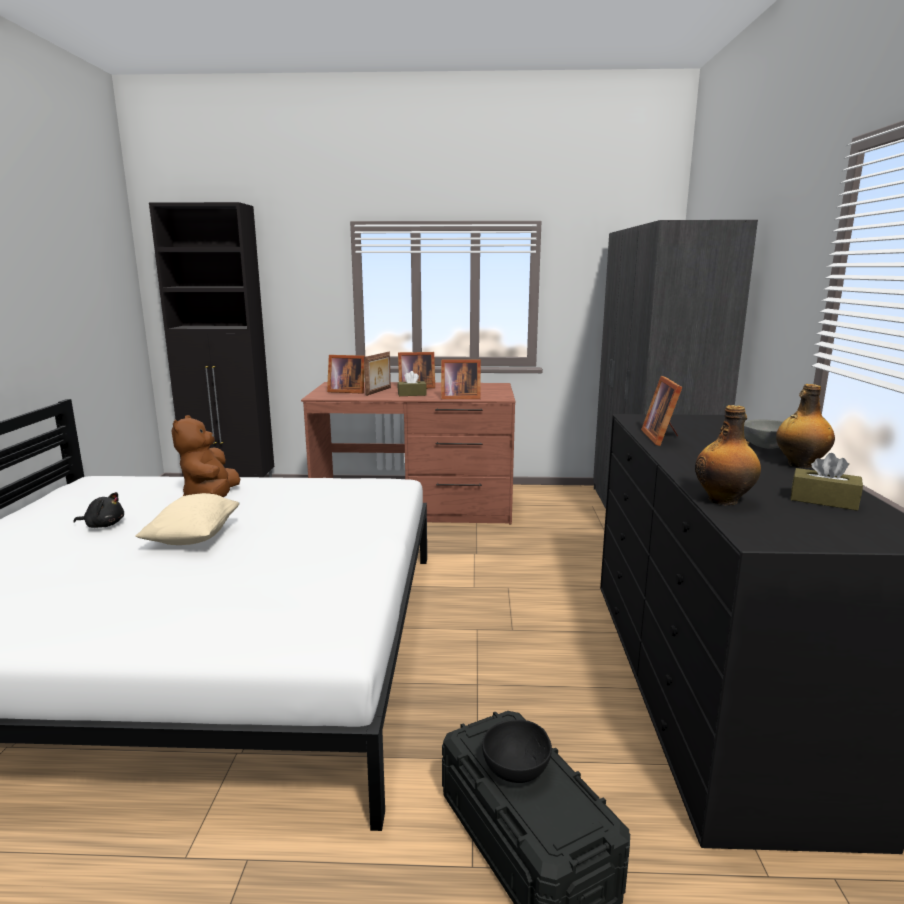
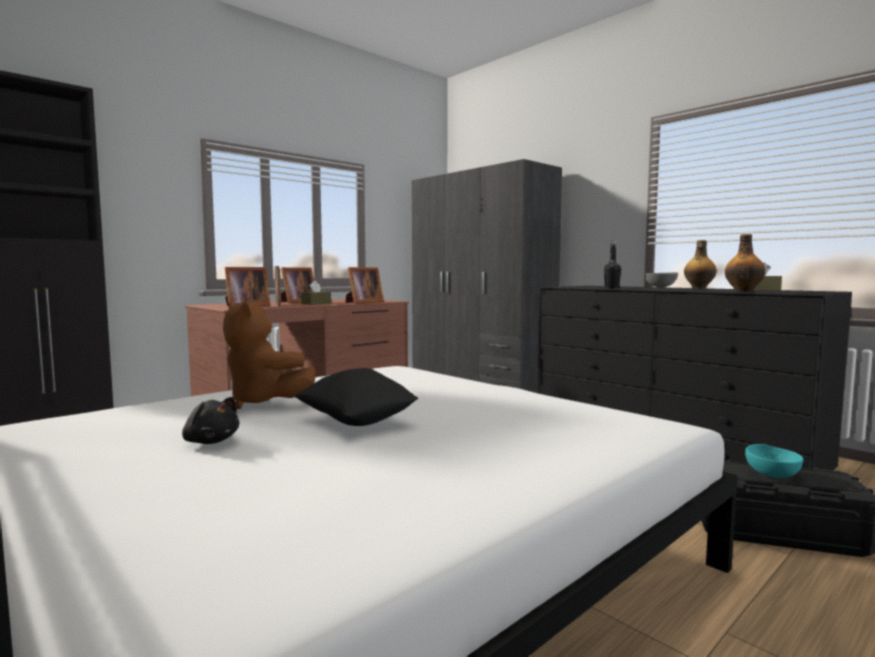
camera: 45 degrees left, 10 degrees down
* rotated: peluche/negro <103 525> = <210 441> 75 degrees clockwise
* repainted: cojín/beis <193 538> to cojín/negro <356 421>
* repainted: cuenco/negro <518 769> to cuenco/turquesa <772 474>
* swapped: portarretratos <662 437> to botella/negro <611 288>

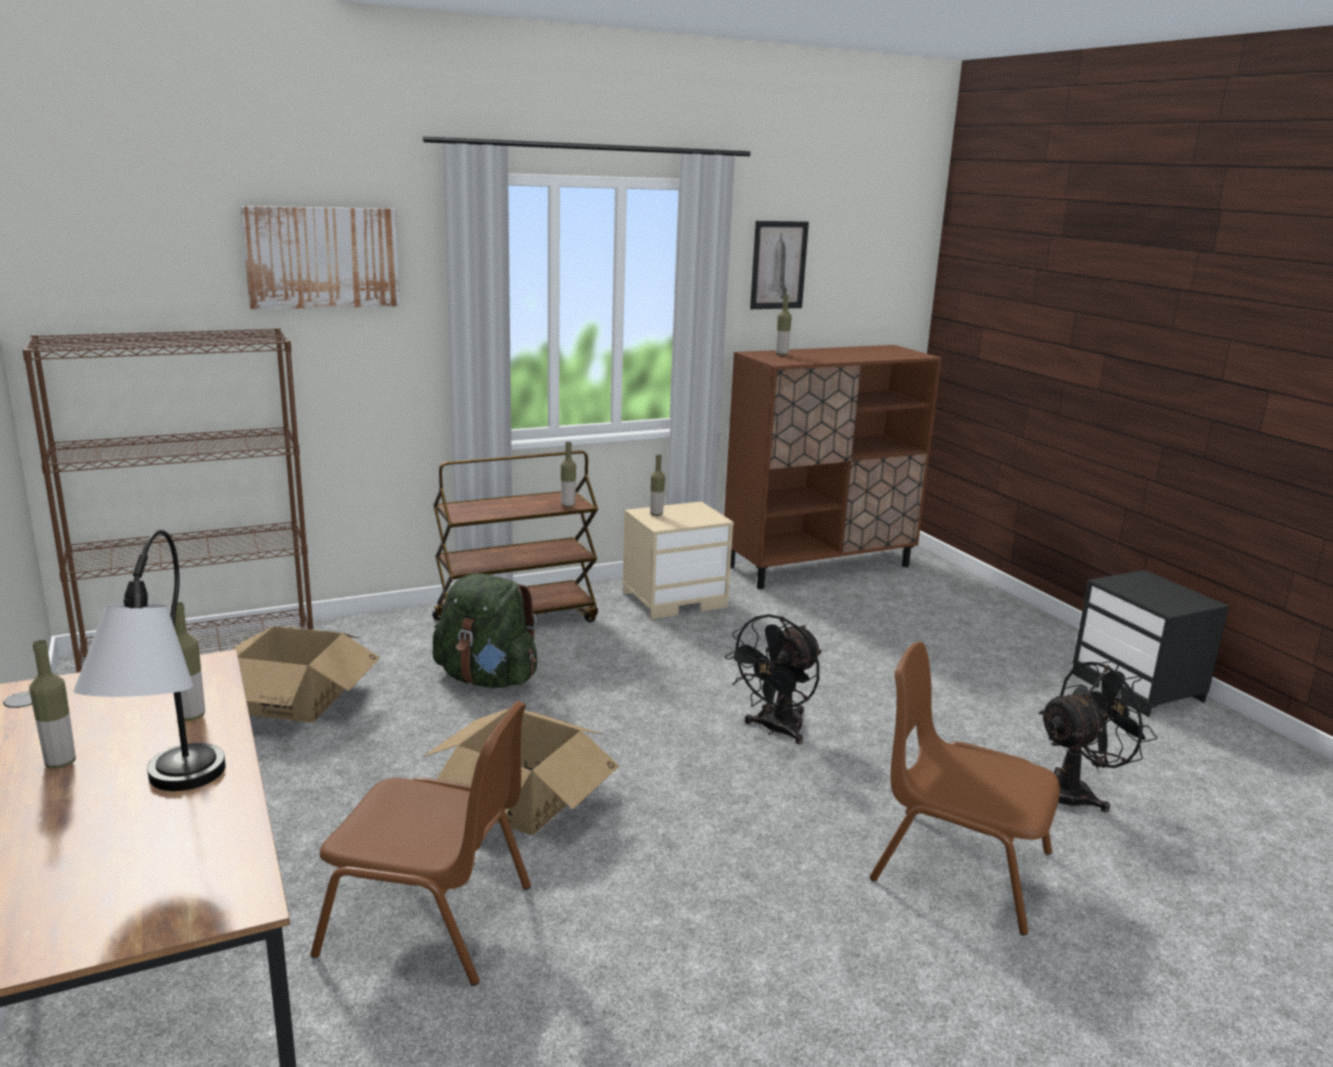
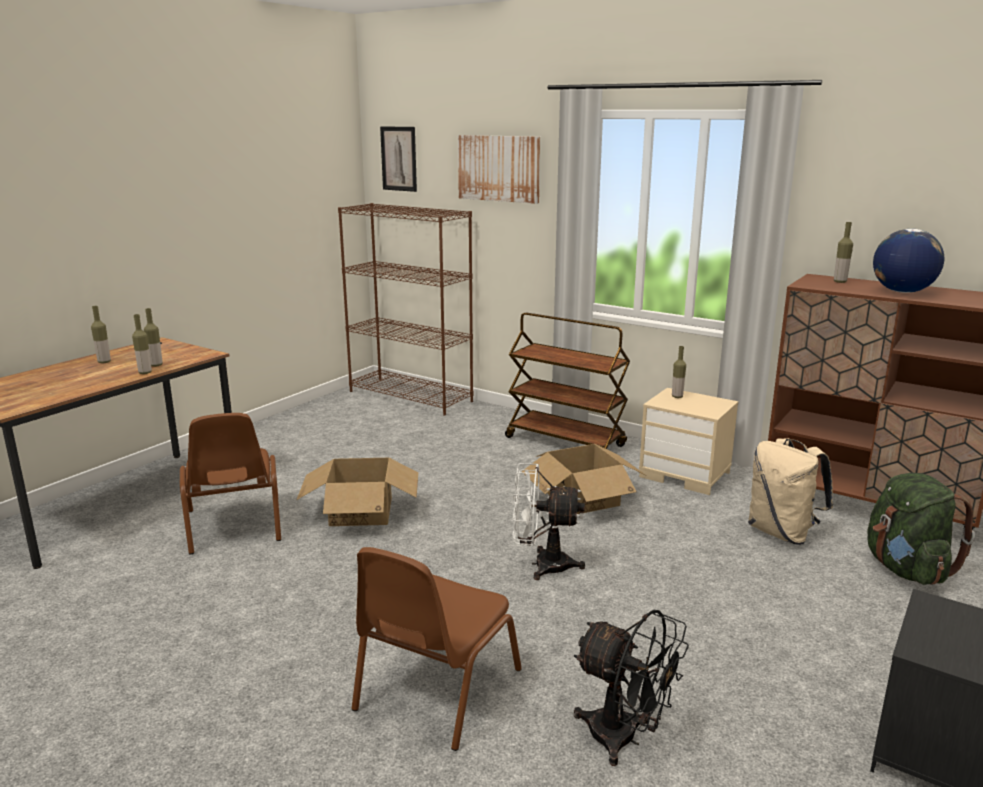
camera: 60 degrees right, 0 degrees up
* gone: lámpara de mesa <166 799>
* shifted: caja de cartón <296 700> to <582 498>
* shifted: mochila/verde <487 679> to <906 569>
* shifted: botella <568 506> to <145 372>
* repainted: ventilador/negro <775 730> to ventilador/blanco <542 565>
* shifted: cuadro <778 265> to <399 158>
* rotated: silla/marrón <958 866> = <435 690> 150 degrees counterclockwise
* new: mochila/beis <782 533>
* new: globo terráqueo <902 292>

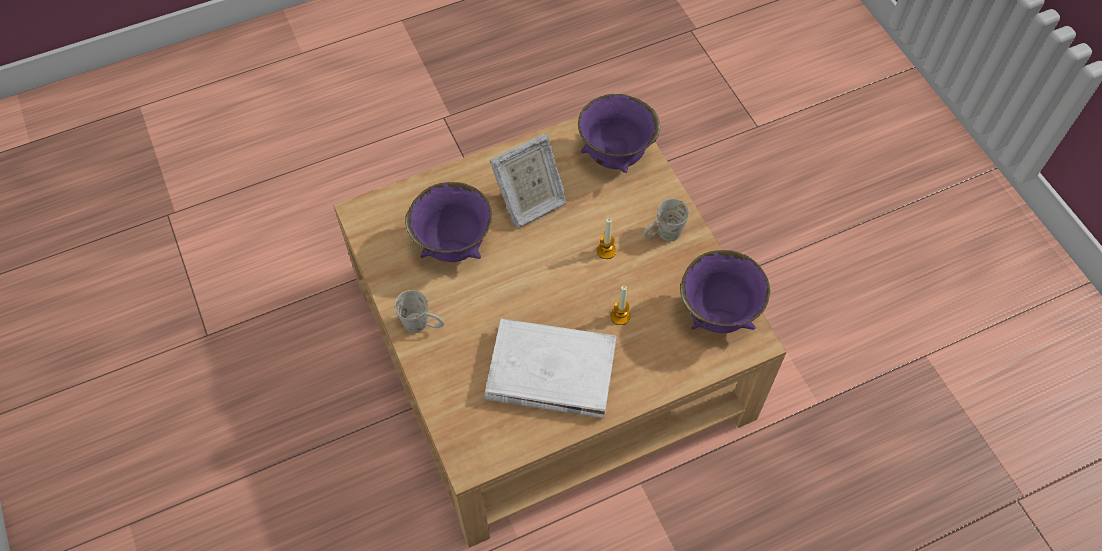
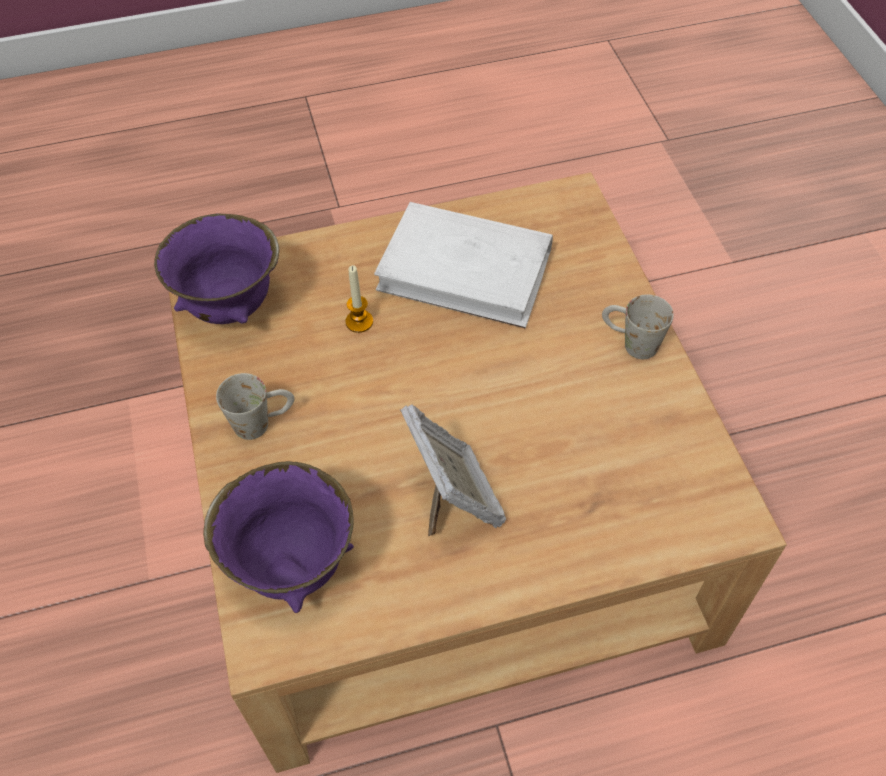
camera: 170 degrees left, 5 degrees down
* gone: cuenco/morado <453 246>
* rotated: portarretratos <530 203> = <455 501> 90 degrees clockwise
* gone: vela <606 251>

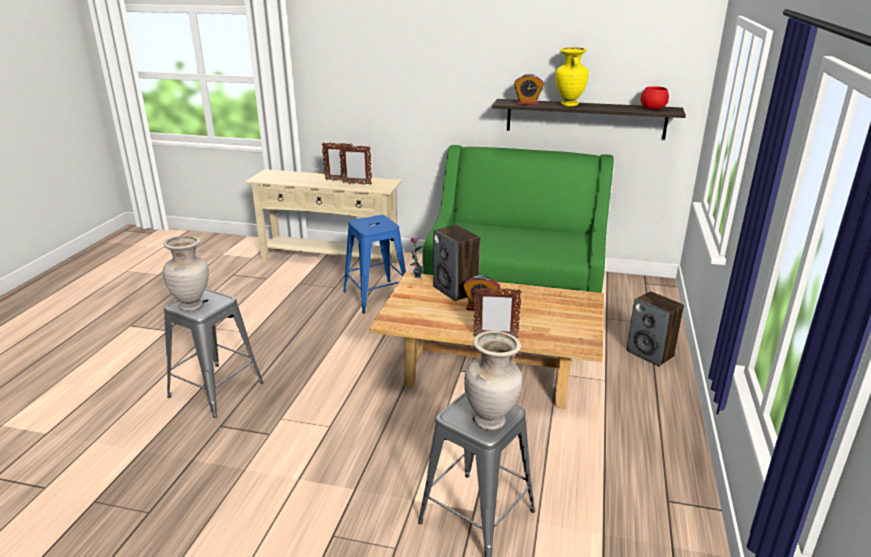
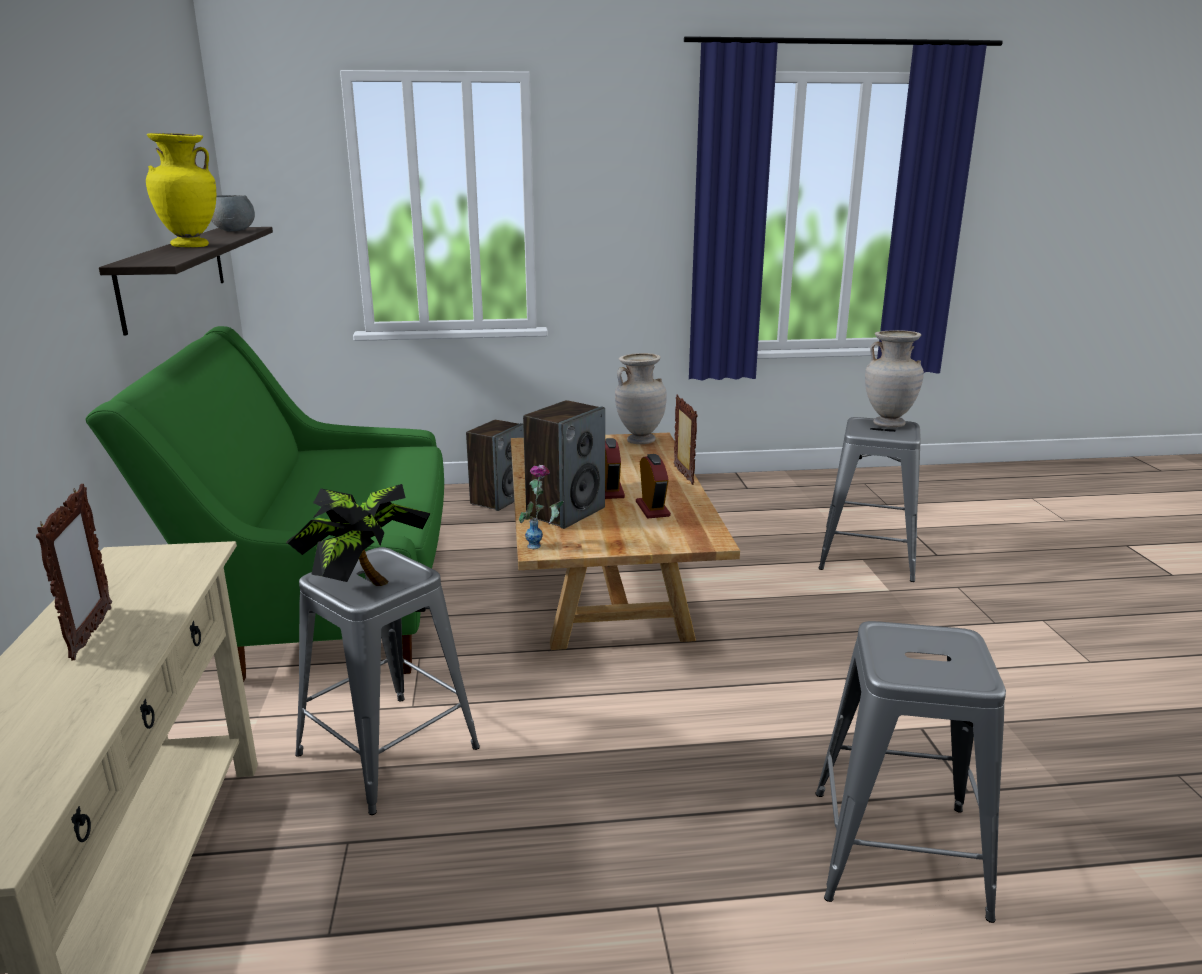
camera: 110 degrees left, 5 degrees down
* shifted: florero/beis <192 306> to <640 441>
* gone: portarretratos <356 184>
* repainted: taburete/azul <376 296> to taburete/gris <387 751>
* shifted: despertador <527 104> to <652 509>
* repainted: cuenco/rojo <653 109> to cuenco/gris <234 230>
* new: planta en maceta <364 586>

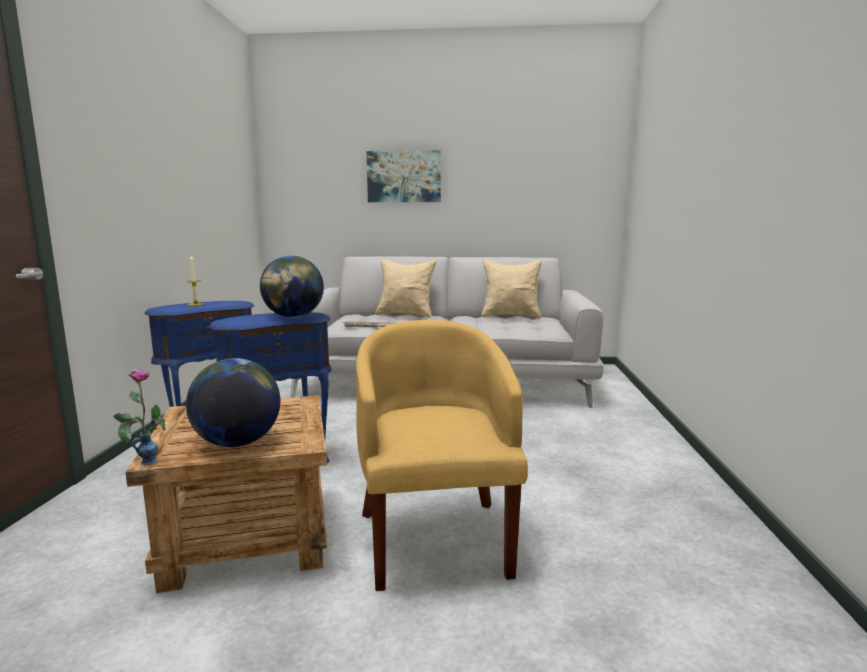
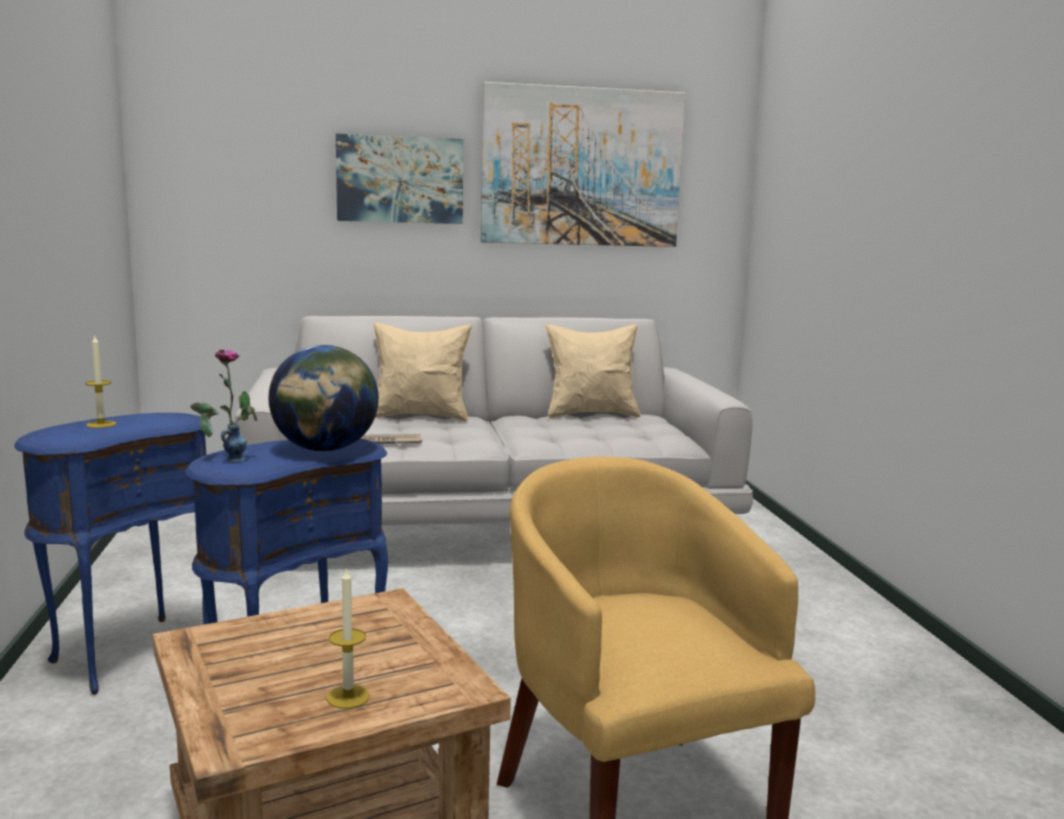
camera: 15 degrees left, 0 degrees up
* shifted: florero <144 459> to <225 458>
* swapped: globo terráqueo <237 443> to vela <348 697>
* new: cuadro <581 167>

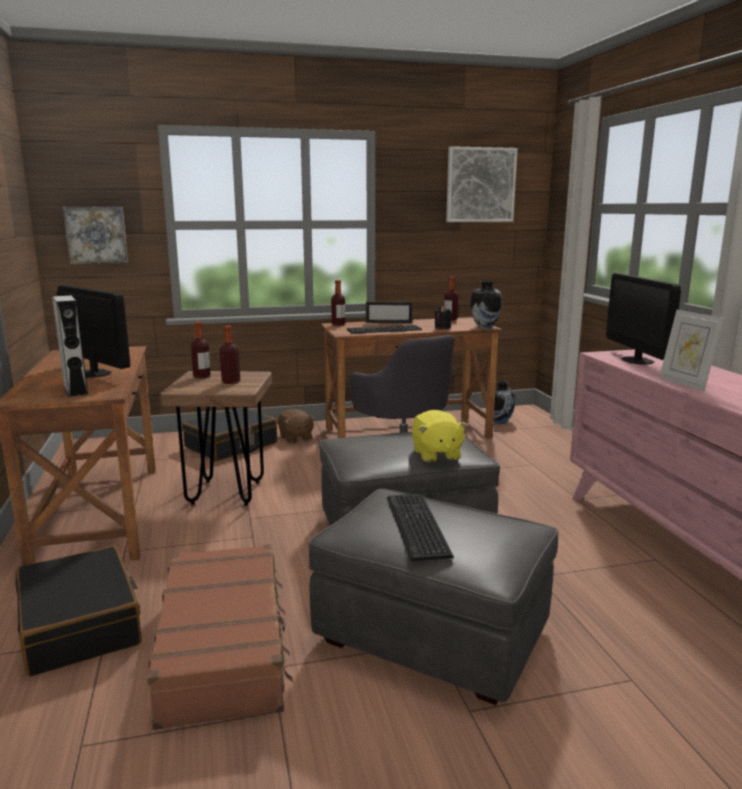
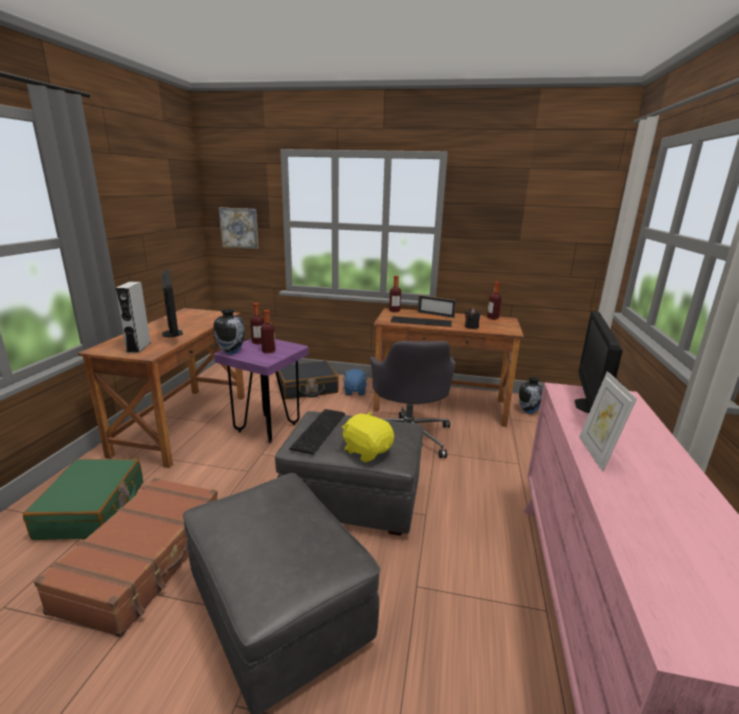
camera: 25 degrees right, 5 degrees up
* repainted: maleta/negro <81 625> to maleta/verde <93 509>
* repainted: taburete/marrón <226 493> to taburete/morado <267 428>
* repainted: peluche/marrón <295 438> to peluche/azul <354 391>
* shifted: teclado <415 526> to <317 430>
* rotated: peluche/amarillo <436 454> = <367 451> 120 degrees clockwise
* gone: cuadro <480 185>
* shifted: florero <484 327> to <231 352>

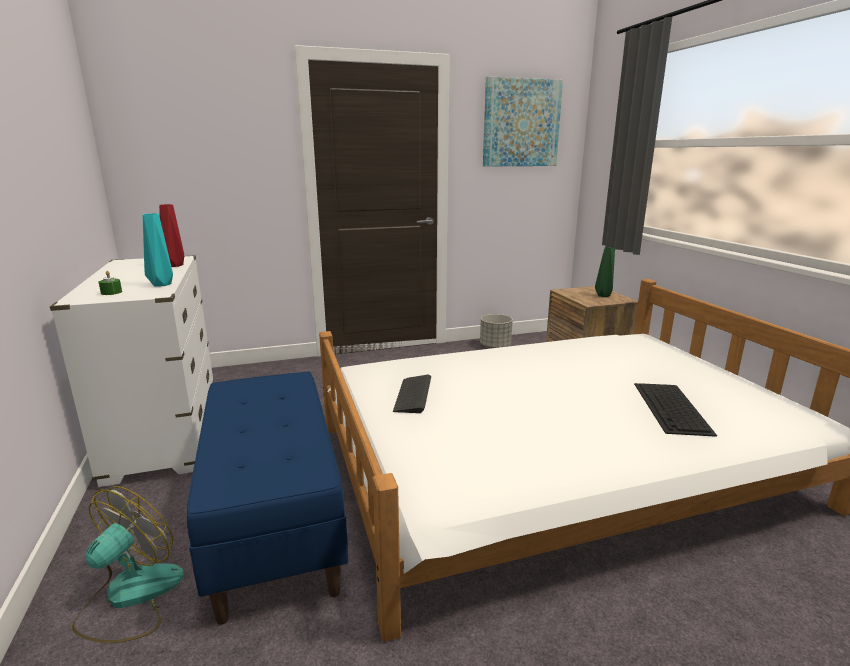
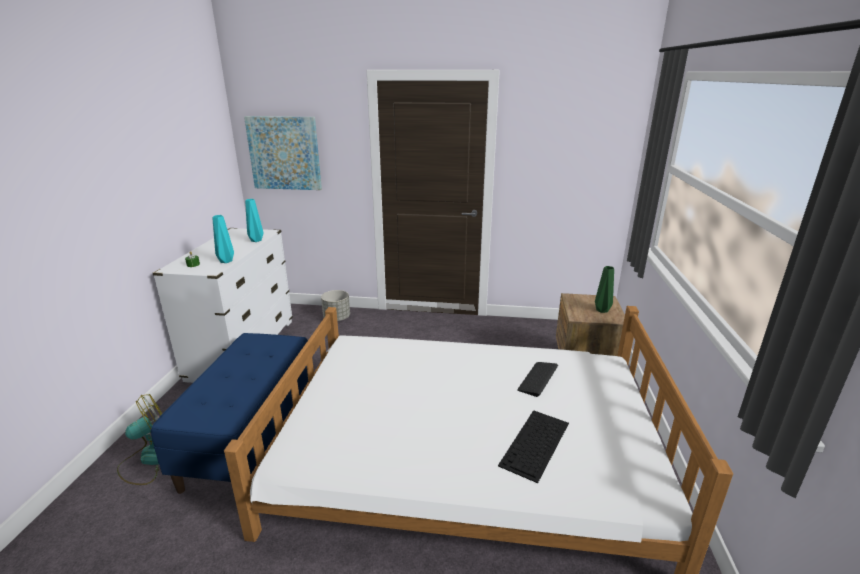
camera: 25 degrees right, 5 degrees up
* repainted: florero/rojo <176 265> to florero/turquesa <256 240>
* shifted: teclado <413 395> to <538 379>
* shifted: maceta/gris <495 346> to <337 318>
* shifted: cuadro <521 123> to <284 153>

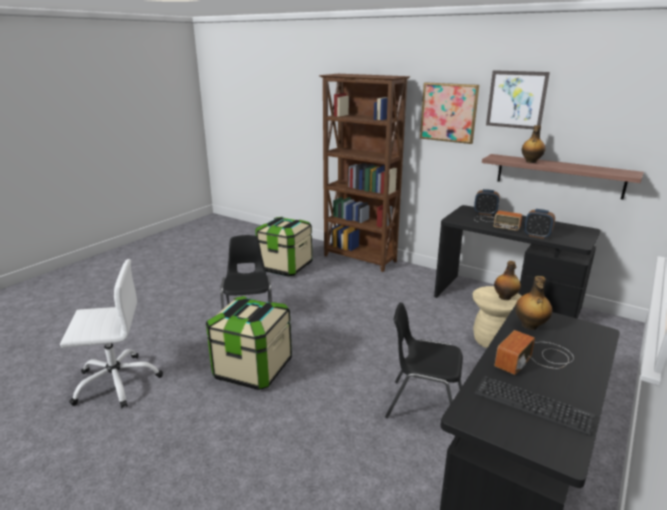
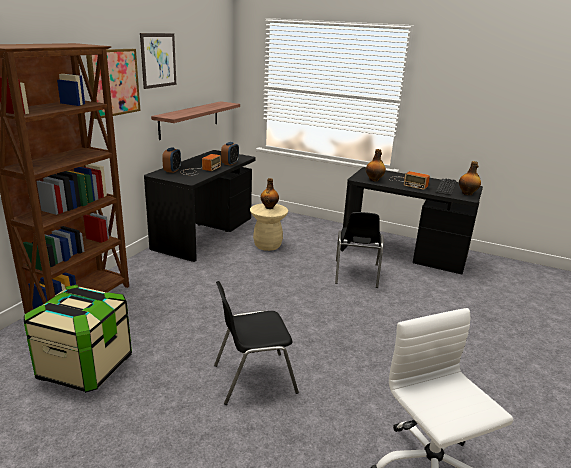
camera: 100 degrees left, 0 degrees up
* gone: caja de almacenaje <253 369>
* shifted: botella <531 162> to <467 193>

